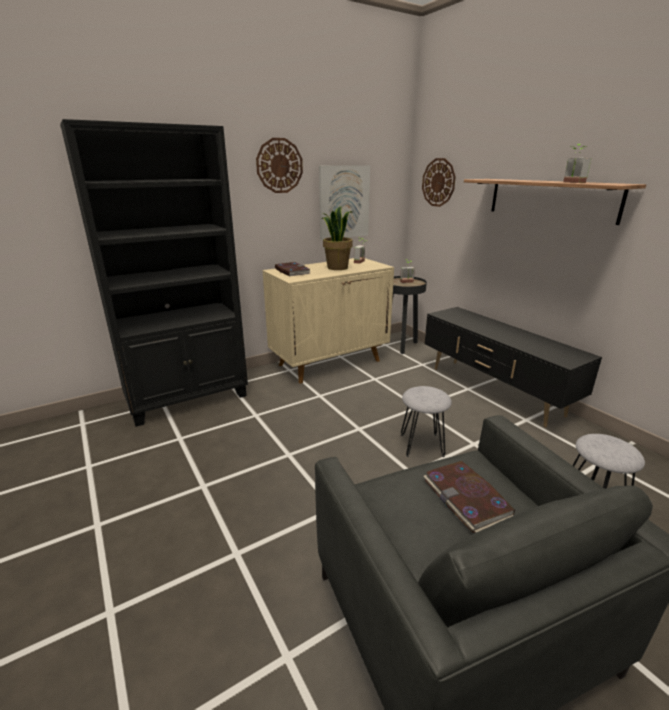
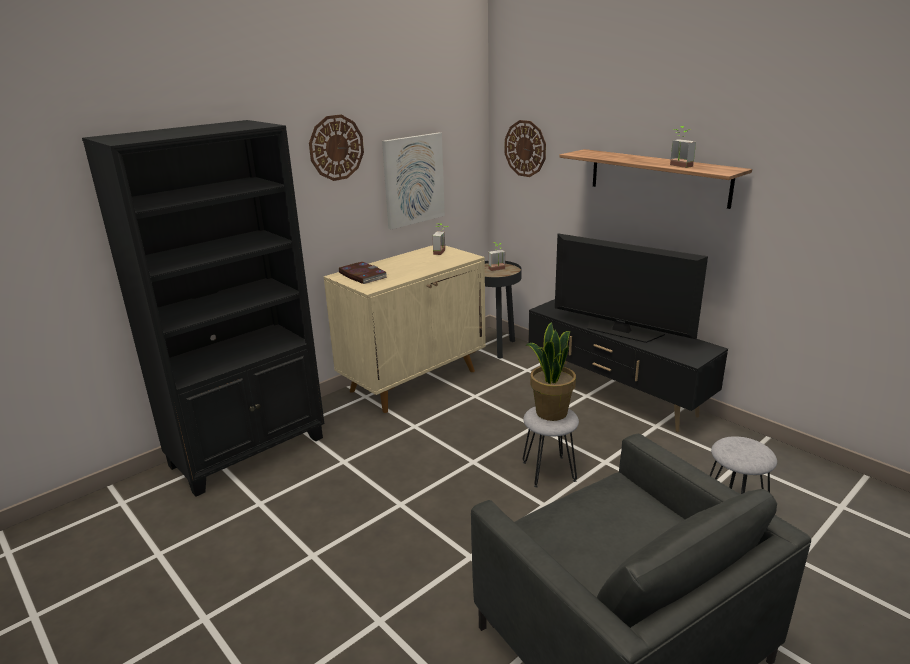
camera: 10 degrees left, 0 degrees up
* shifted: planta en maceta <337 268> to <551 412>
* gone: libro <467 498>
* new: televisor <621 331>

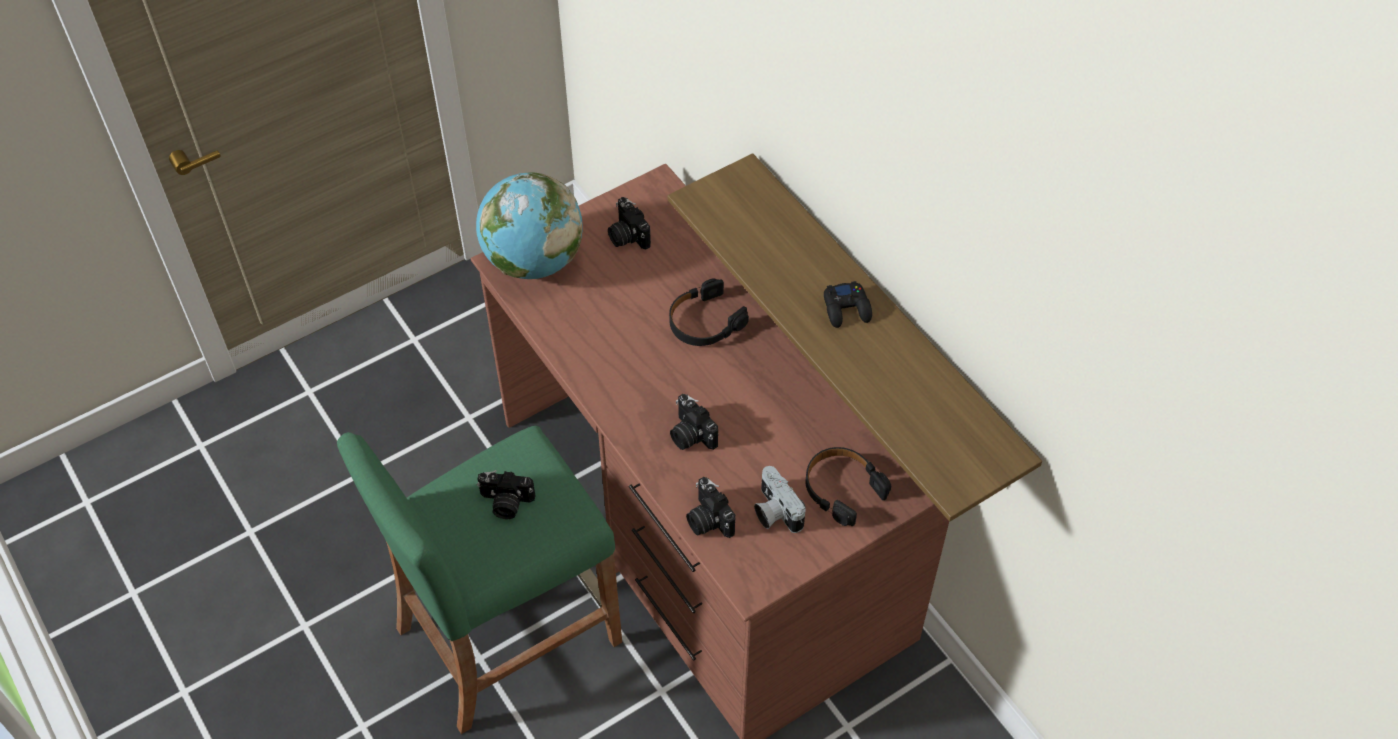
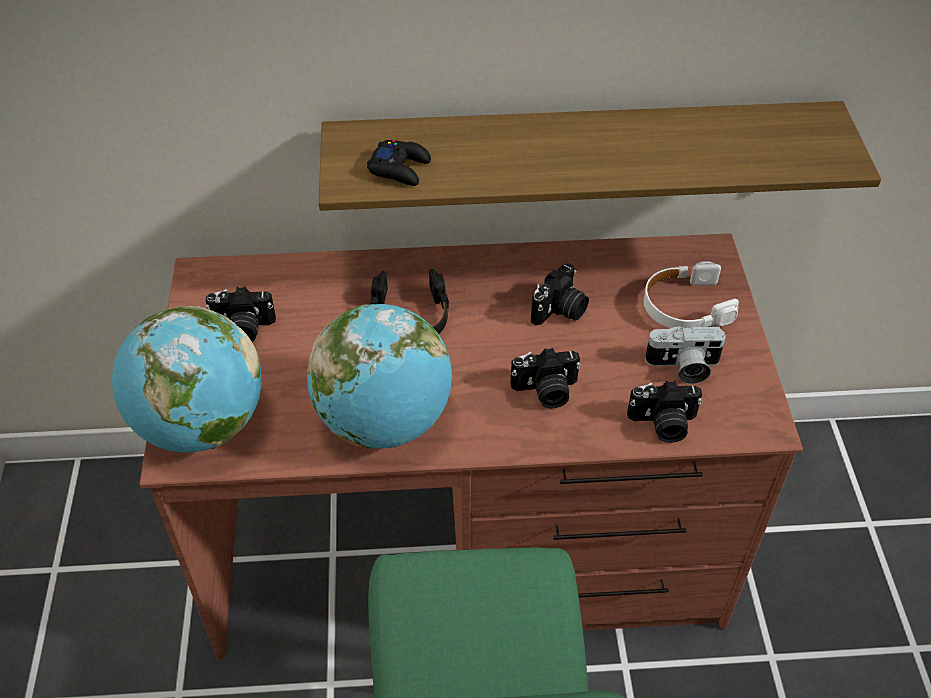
camera: 60 degrees left, 5 degrees down
* shifted: cámara <506 503> to <560 311>
* repainted: auriculares/negro <842 489> to auriculares/blanco <685 306>
* shifted: mando de consola/negro <847 309> to <400 168>
* new: globo terráqueo <384 421>

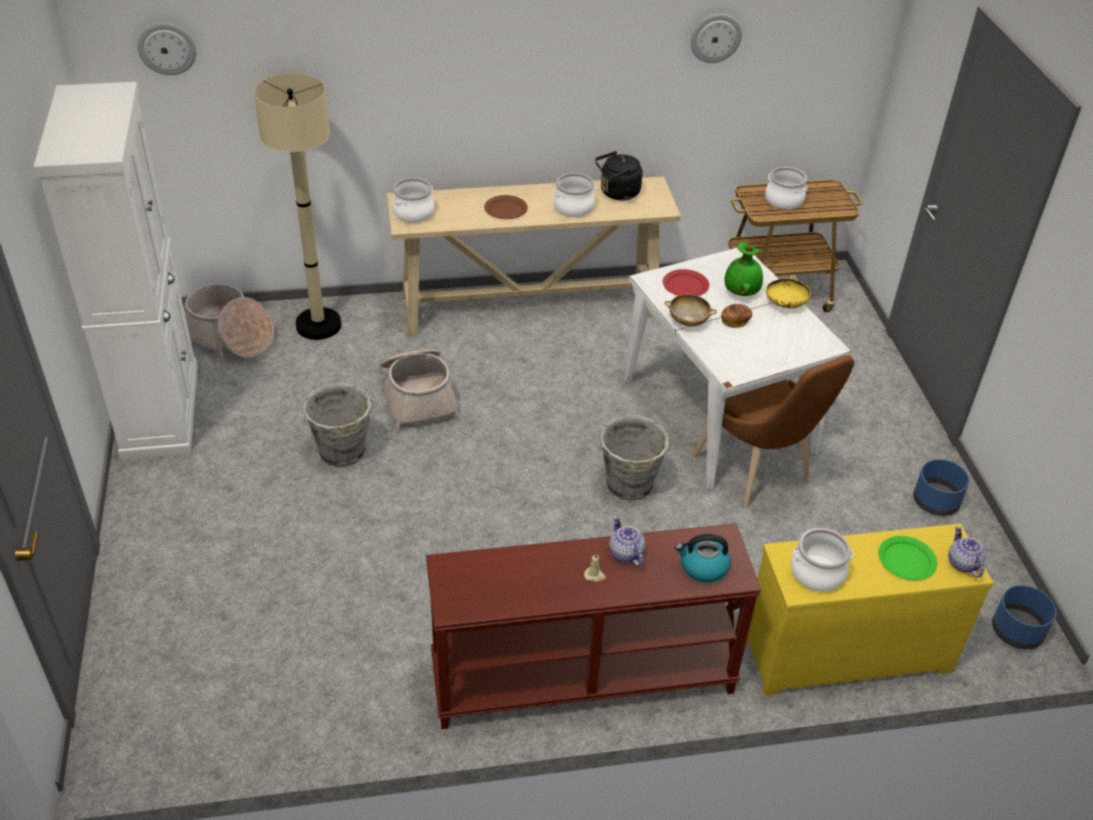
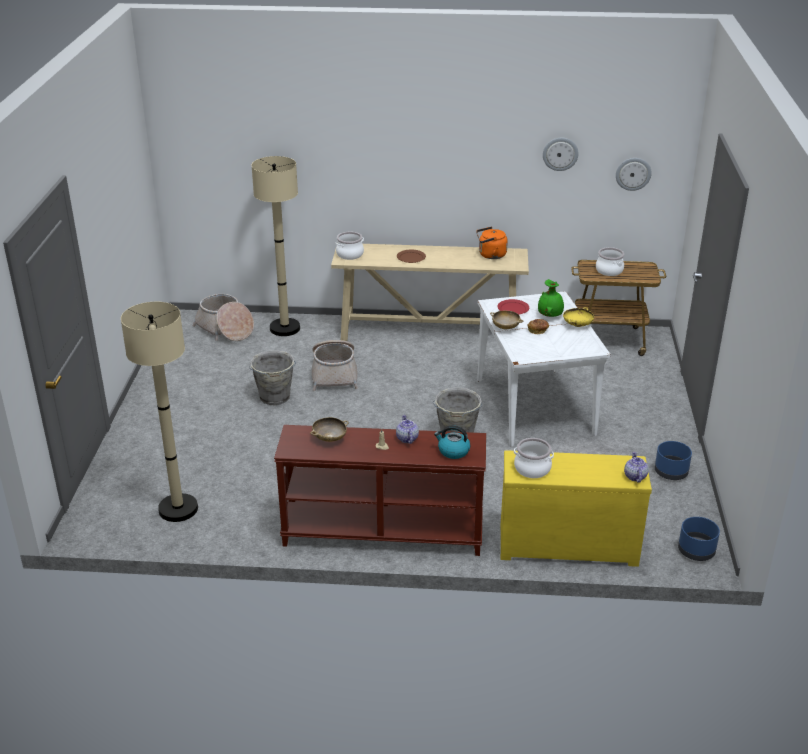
camera: 15 degrees right, 10 degrees down
* gone: armario/blanco <160 410>
* shifted: reloj de pared <167 48> to <633 173>
* gone: olla <573 208>
* repainted: hervidor/negro <617 193> to hervidor/naranja <490 255>
* gone: silla/marrón <757 473>
* gone: plato/verde <906 560>
* new: lámpara de pie/beis <178 509>
* new: cuenco/beis <329 438>

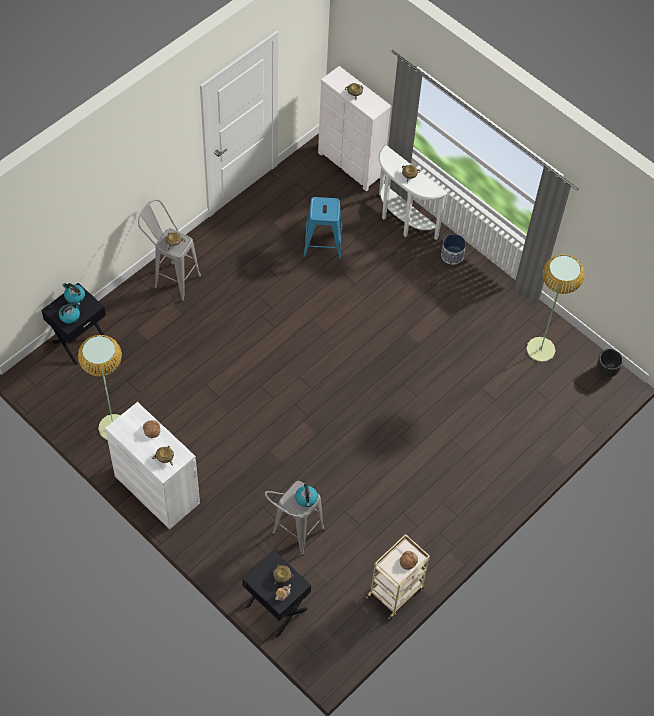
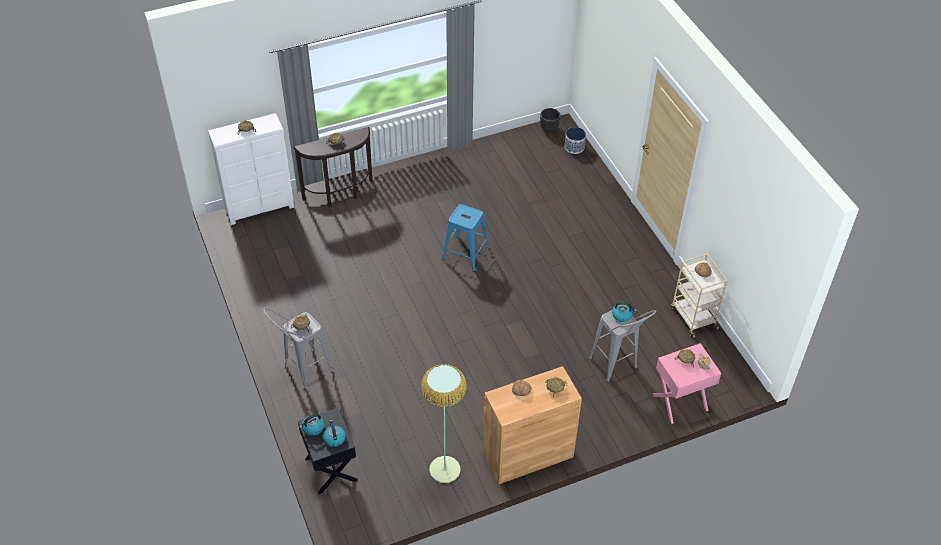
camera: 65 degrees left, 10 degrees down
* repainted: armario/blanco <157 489> to armario/marrón <527 454>
* repainted: mesita de noche/negro <275 608> to mesita de noche/rosa <680 402>
* shifted: taburete/azul <323 242> to <465 253>
* repainted: mesa consola/blanco <402 221> to mesa consola/marrón <340 195>
* shifted: maceta <452 255> to <574 147>
* gone: lámpara de pie <540 349>

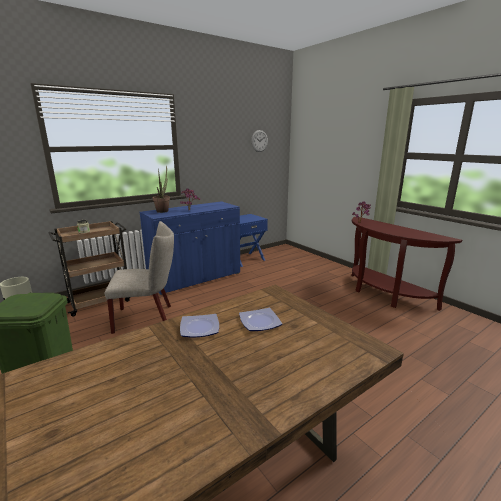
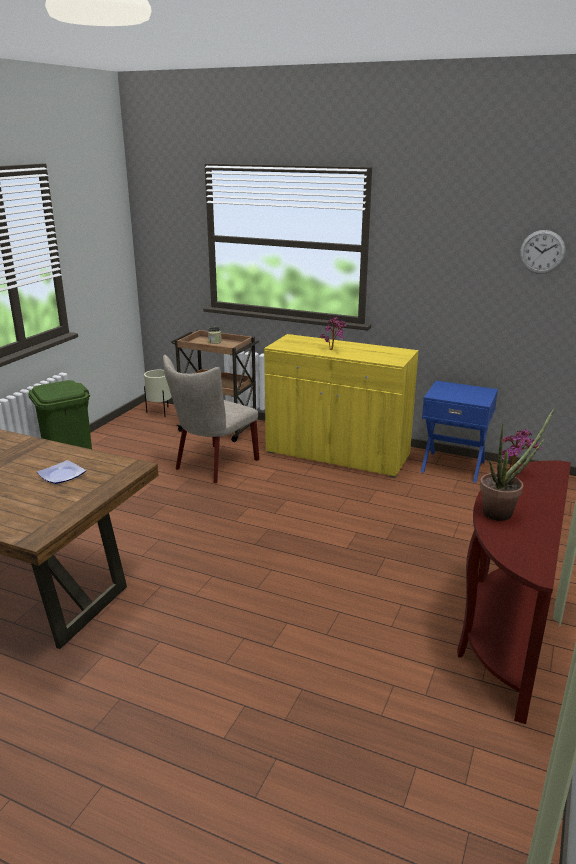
camera: 60 degrees right, 5 degrees up
* rotated: silla/beis <147 317> = <213 466> 75 degrees clockwise
* repainted: armario/azul <195 278> to armario/amarillo <337 454>
* shifted: planta en maceta <163 210> to <502 512>
* gone: plato <199 328>

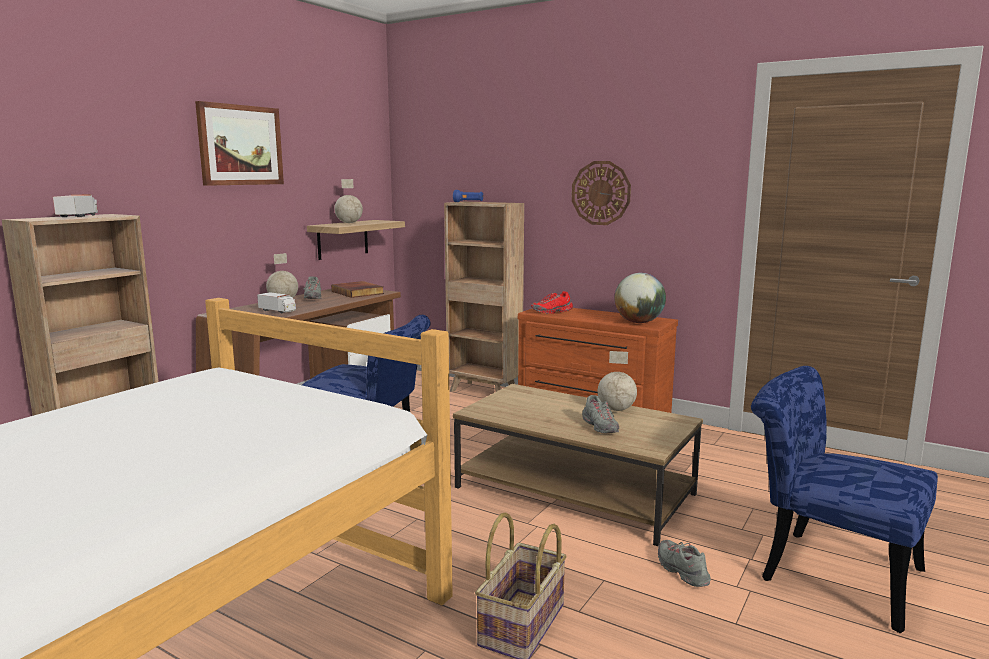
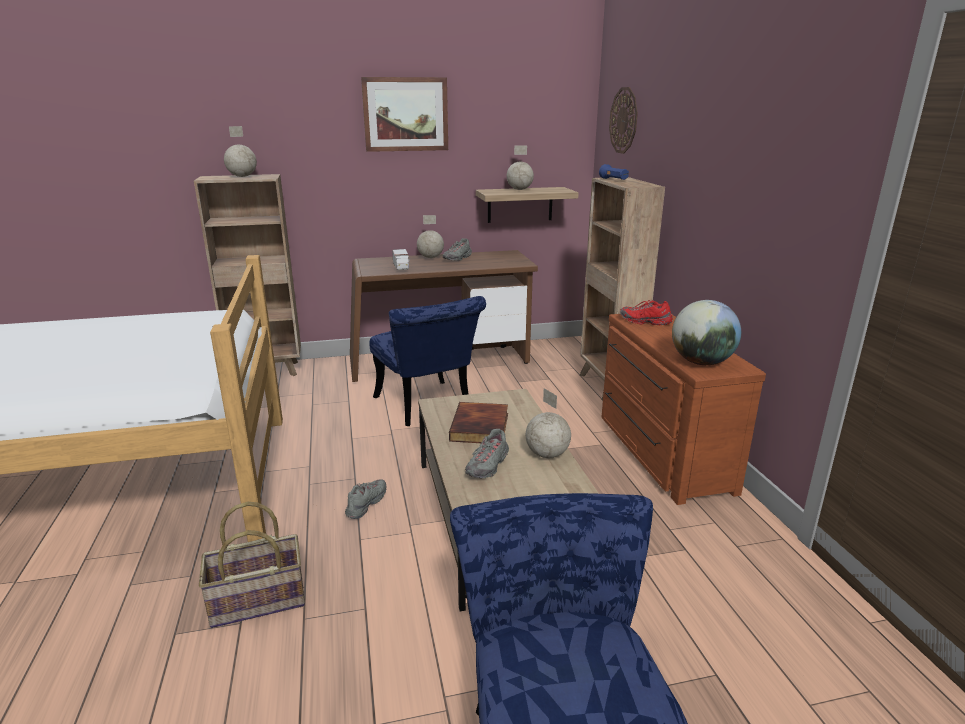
camera: 45 degrees right, 10 degrees up
* swapped: camión de juguete <78 216> to globo terráqueo <242 176>
* shifted: libro <358 292> to <481 427>
* shifted: reloj de pared <601 193> to <624 120>
* shifted: zapato/gris <681 571> to <366 504>

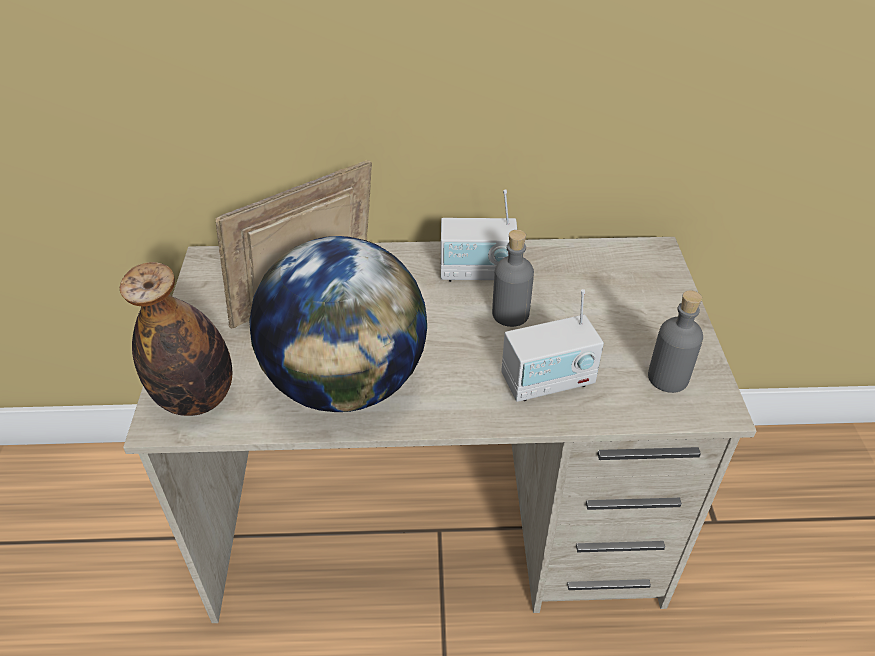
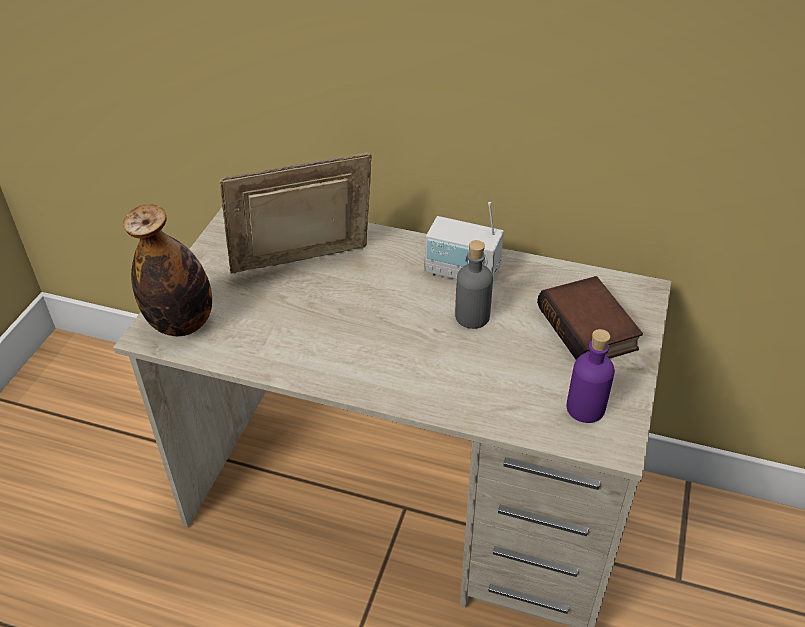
camera: 20 degrees right, 0 degrees up
* gone: globo terráqueo <347 383>
* gone: radio <548 381>
* repainted: botella/gris <668 377> to botella/morado <585 408>
* new: libro <590 328>

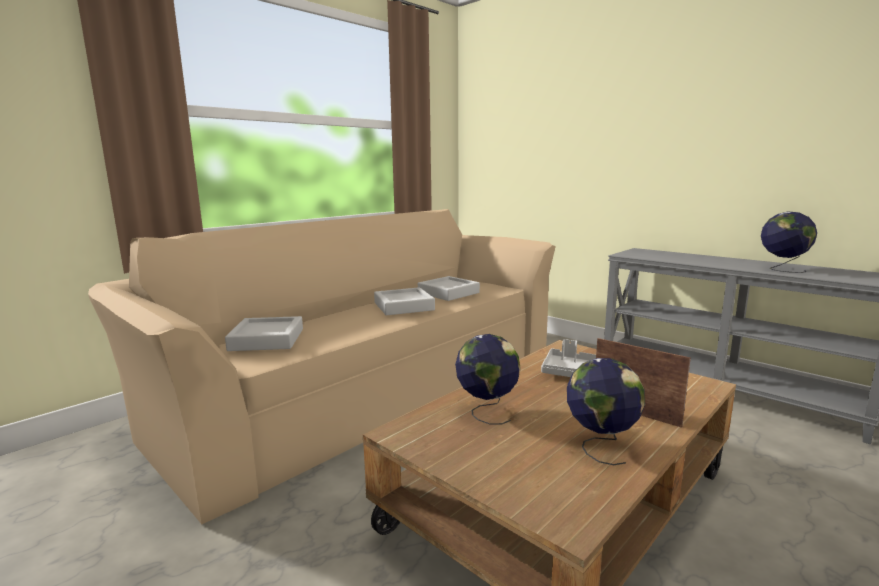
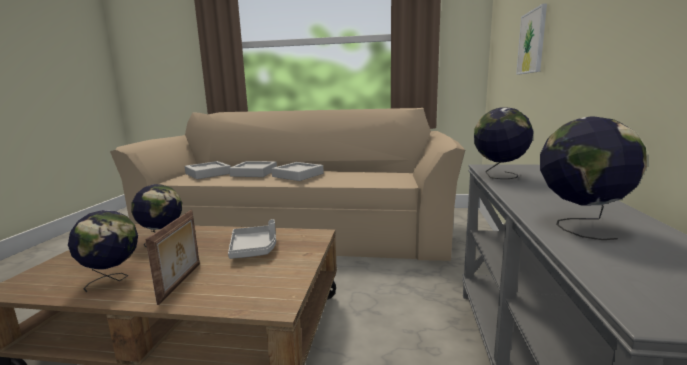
camera: 55 degrees right, 0 degrees up
* shifted: bandeja/gris <448 293> to <254 173>
* new: globo terráqueo <499 176>
* new: cuadro <532 42>

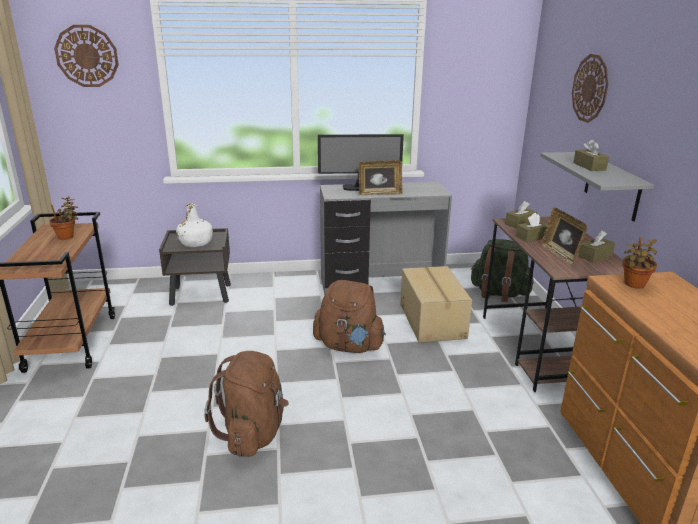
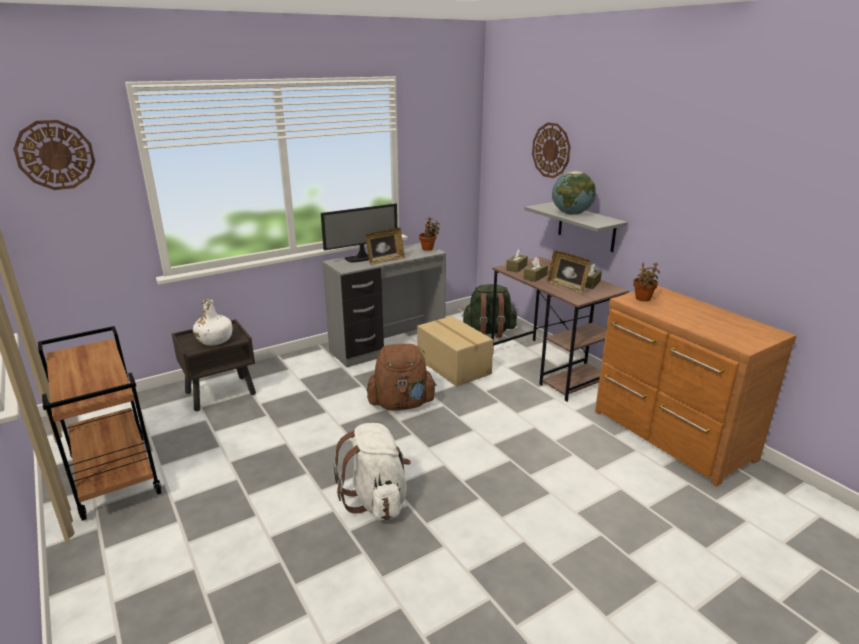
camera: 25 degrees left, 0 degrees up
* shifted: planta en maceta <67 237> to <428 248>
* repainted: mochila/marrón <253 433> to mochila/blanco <377 499>
* swapped: caja de pañuelos/marrón <589 166> to globo terráqueo <571 213>

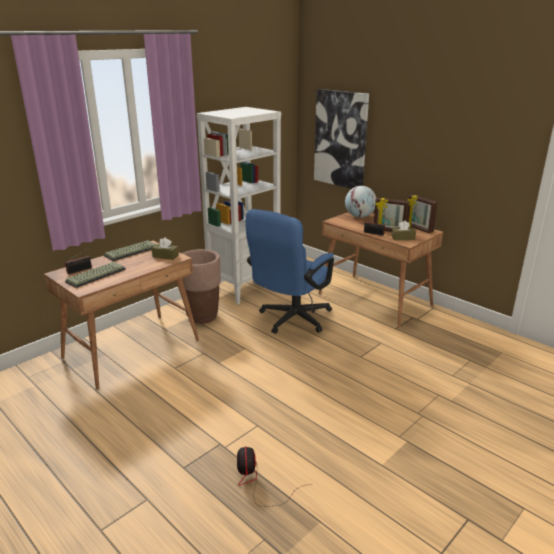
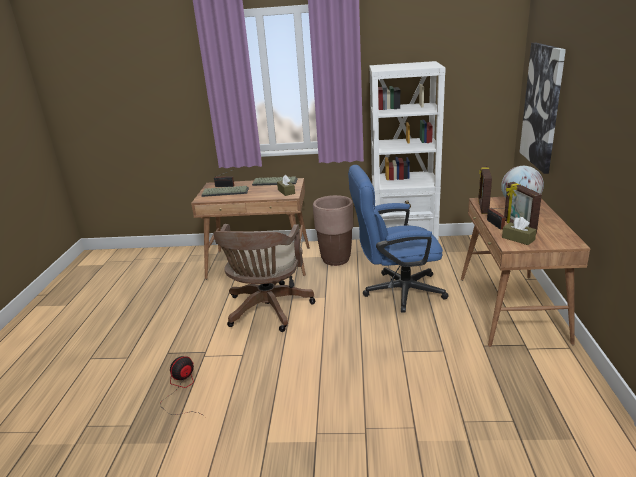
camera: 50 degrees right, 0 degrees up
* shifted: portarretratos <418 229> to <482 207>
* new: silla de oficina/marrón <267 311>

